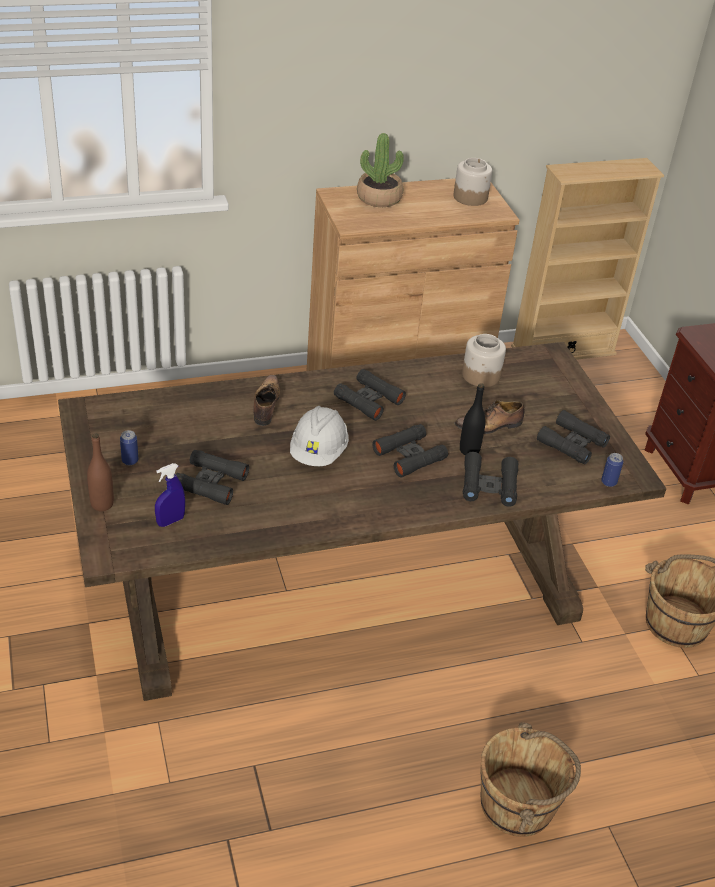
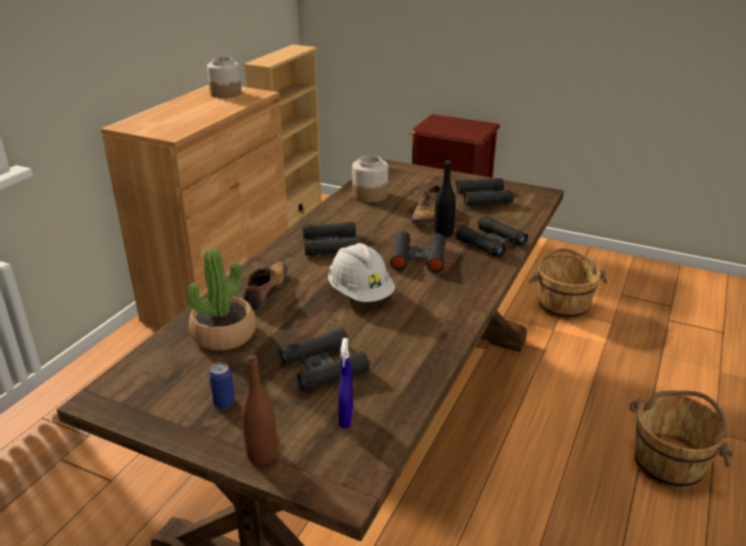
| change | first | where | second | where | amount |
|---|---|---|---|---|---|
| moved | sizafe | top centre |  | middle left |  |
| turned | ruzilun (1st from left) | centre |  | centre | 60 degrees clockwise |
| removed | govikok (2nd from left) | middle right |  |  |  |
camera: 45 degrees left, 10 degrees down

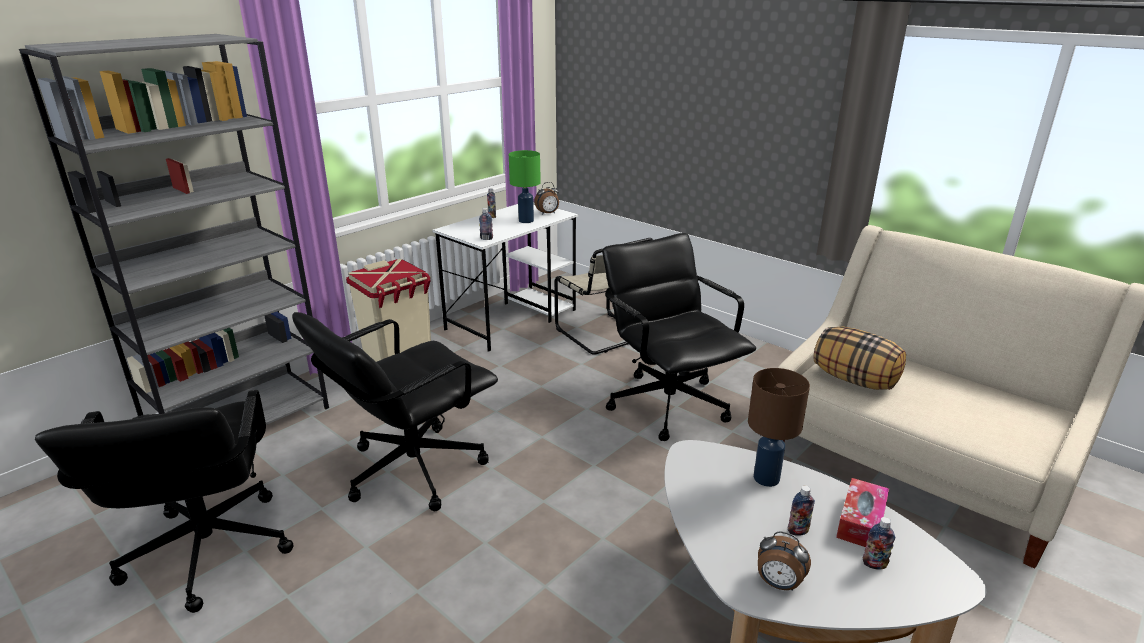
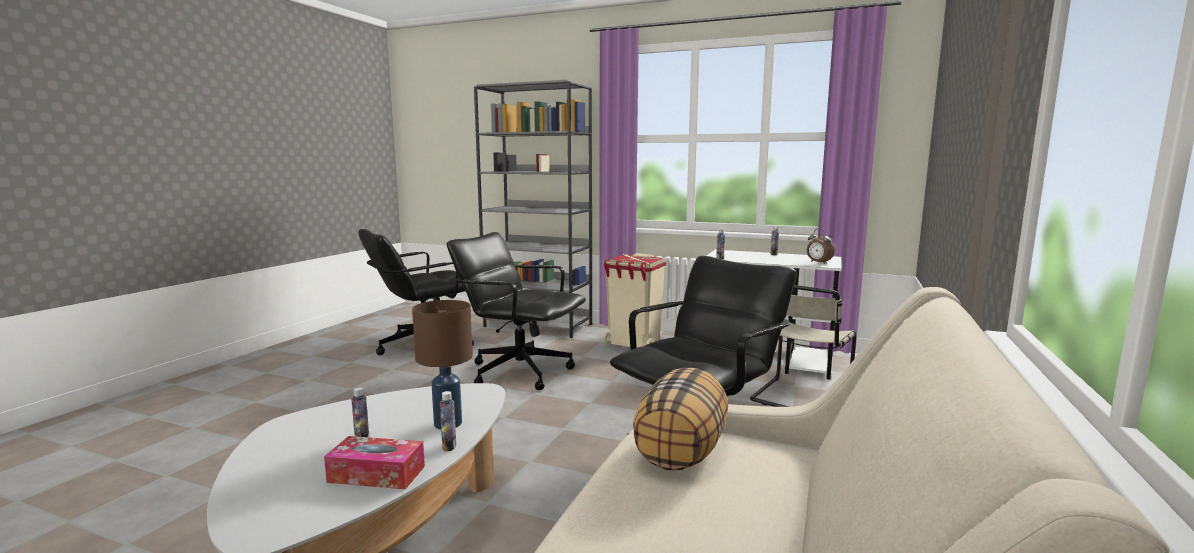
| change | first | where | second | where | amount |
|---|---|---|---|---|---|
| removed | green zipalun | top centre |  |  |  |
| moved | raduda (4th from left in the first image) | bottom right | raduda (2nd from left) | bottom centre |  |
| removed | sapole (2nd from left) | bottom right |  |  |  |
camera: 70 degrees right, 15 degrees down

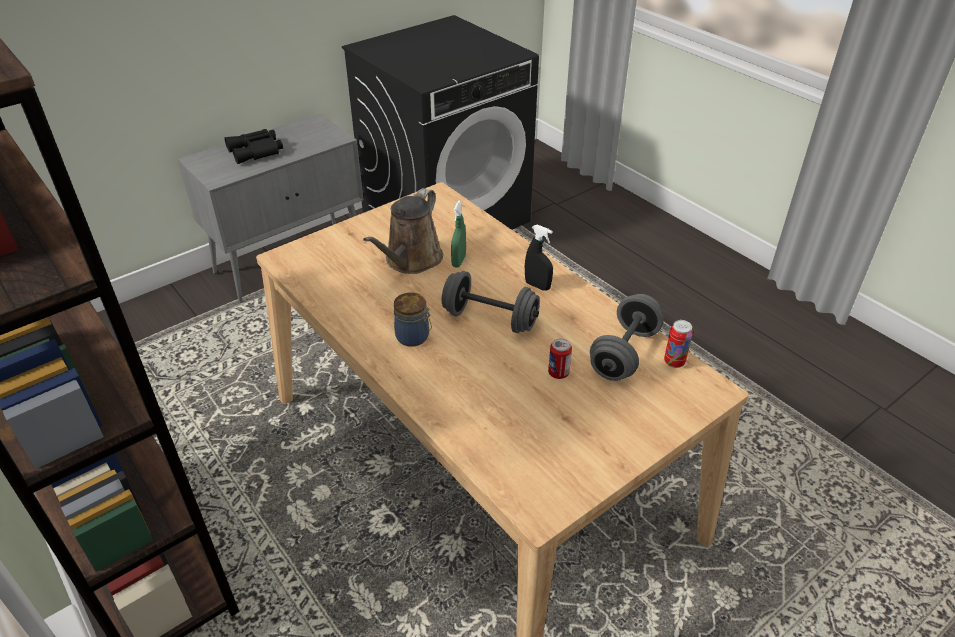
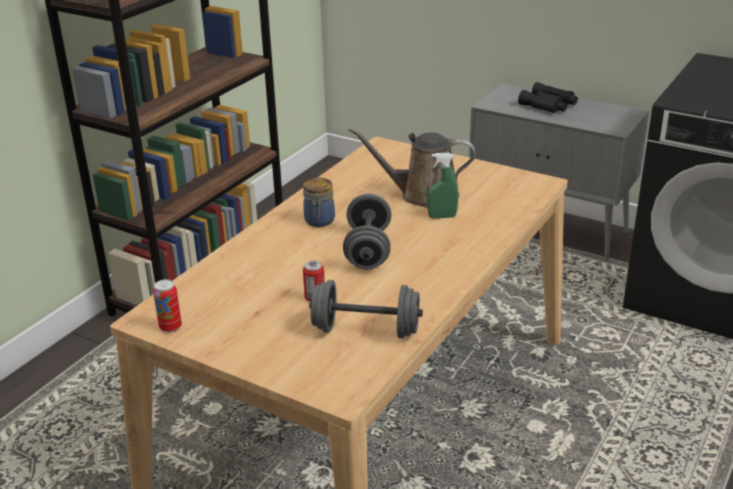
| change | first | where | second | where | amount |
|---|---|---|---|---|---|
| removed | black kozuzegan | centre |  |  |  |
| moved | govikok (2nd from left in the first image) | middle right | govikok (1st from left) | middle left |  |
camera: 70 degrees right, 10 degrees down

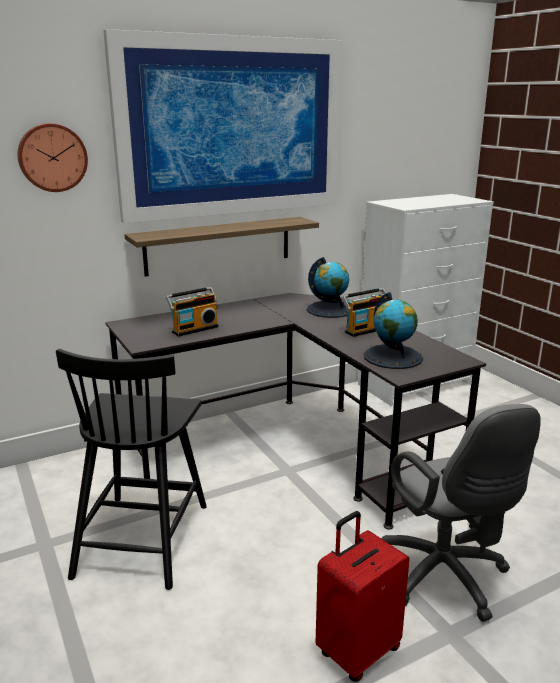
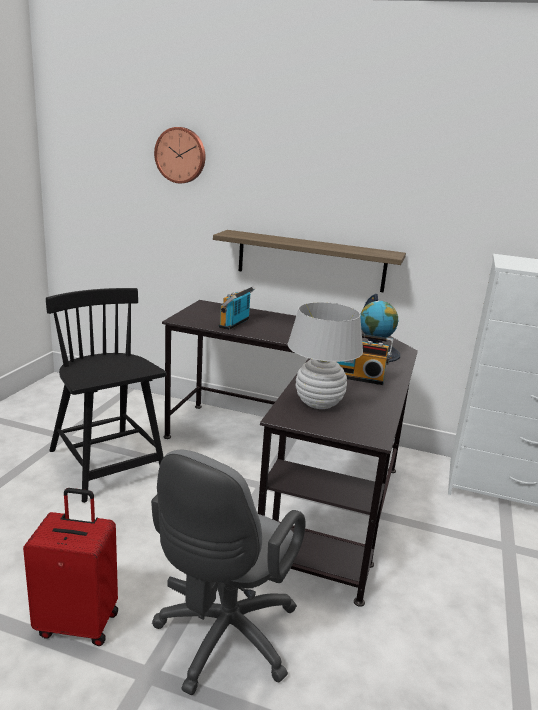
| change | first | where | second | where | amount |
|---|---|---|---|---|---|
| removed | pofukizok | top centre |  |  |  |
| turned | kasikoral (1st from left) | centre |  | centre | 105 degrees clockwise |
| replaced | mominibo (2nd from left) | middle right | white zipalun | centre |  |
| turned | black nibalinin | bottom left |  | middle left | 90 degrees clockwise |
camera: 45 degrees right, 0 degrees up

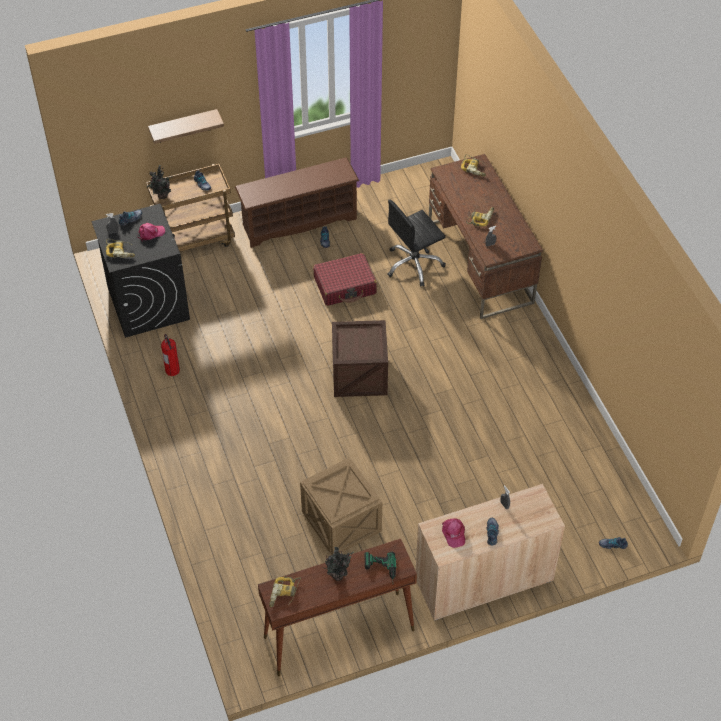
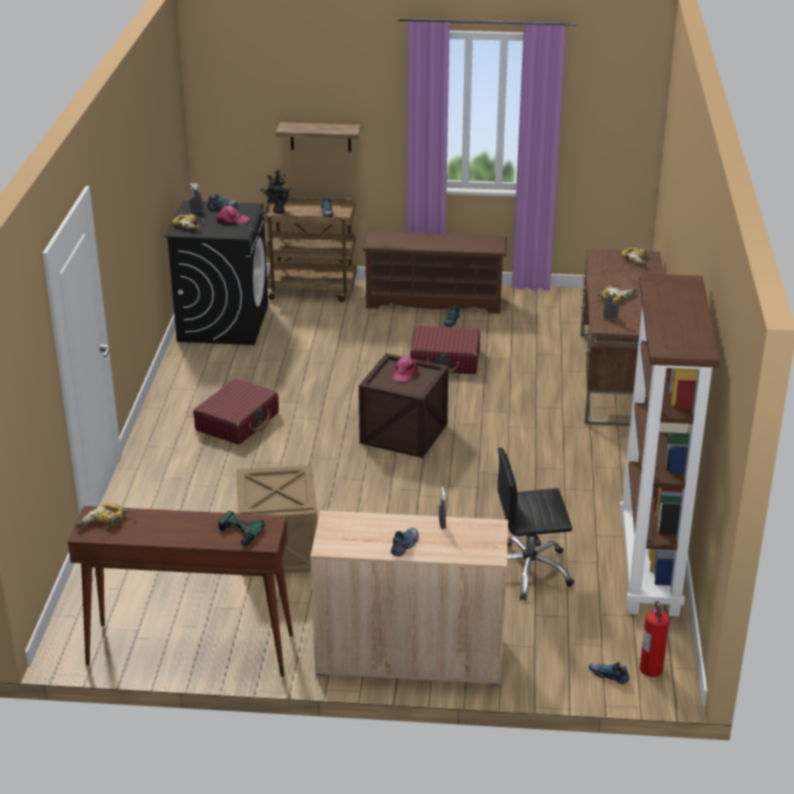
| change | first | where | second | where | amount |
|---|---|---|---|---|---|
| moved | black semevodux | centre |  | middle right |  |
| moved | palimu | middle left |  | bottom right |  |
| moved | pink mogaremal (2nd from left) | bottom centre |  | centre |  |
| removed | sizafe (2nd from left) | bottom centre |  |  |  |
| added |  |  | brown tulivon | middle right |  |
| added |  |  | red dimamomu (1st from left) | middle left |  |
camera: 25 degrees right, 20 degrees down

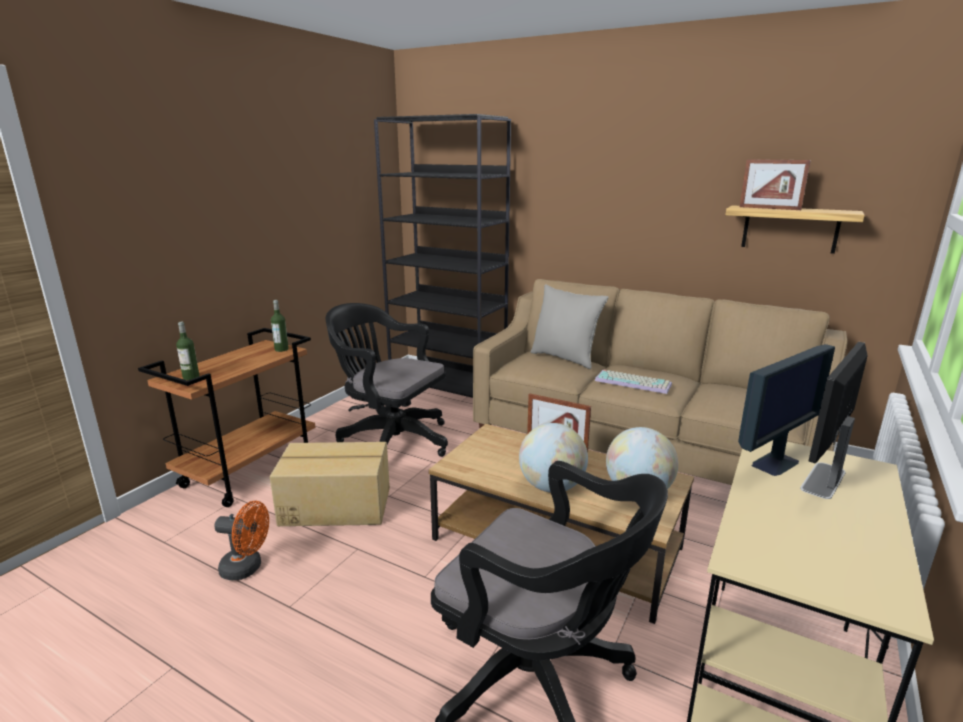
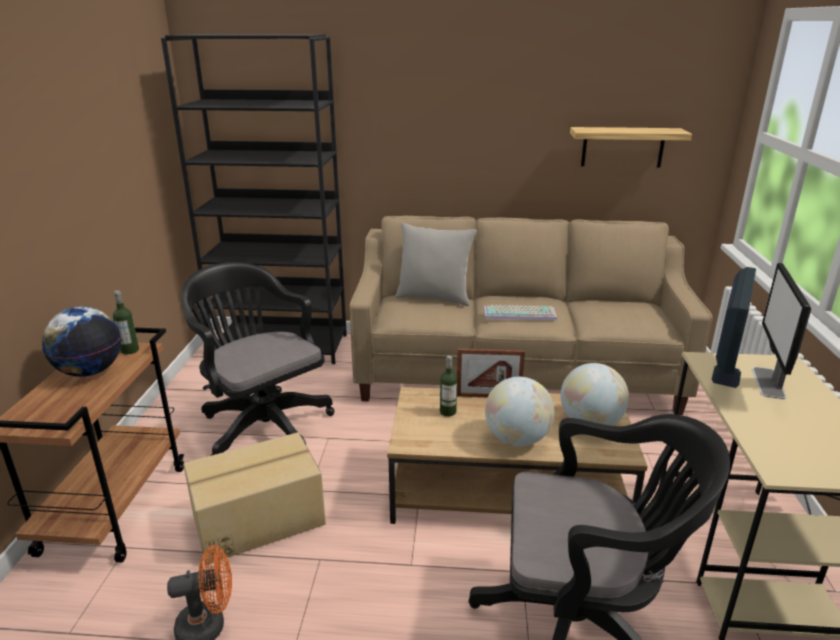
| change | first | where | second | where | amount |
|---|---|---|---|---|---|
| removed | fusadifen (2nd from left) | top right |  |  |  |
| turned | black semevodux (1st from left) | centre |  | middle left | 45 degrees clockwise |
| moved | raduda (1st from left in the first image) | middle left | raduda (2nd from left) | centre |  |
| added |  |  | mominibo (1st from left) | middle left |  |
camera: 25 degrees left, 5 degrees up

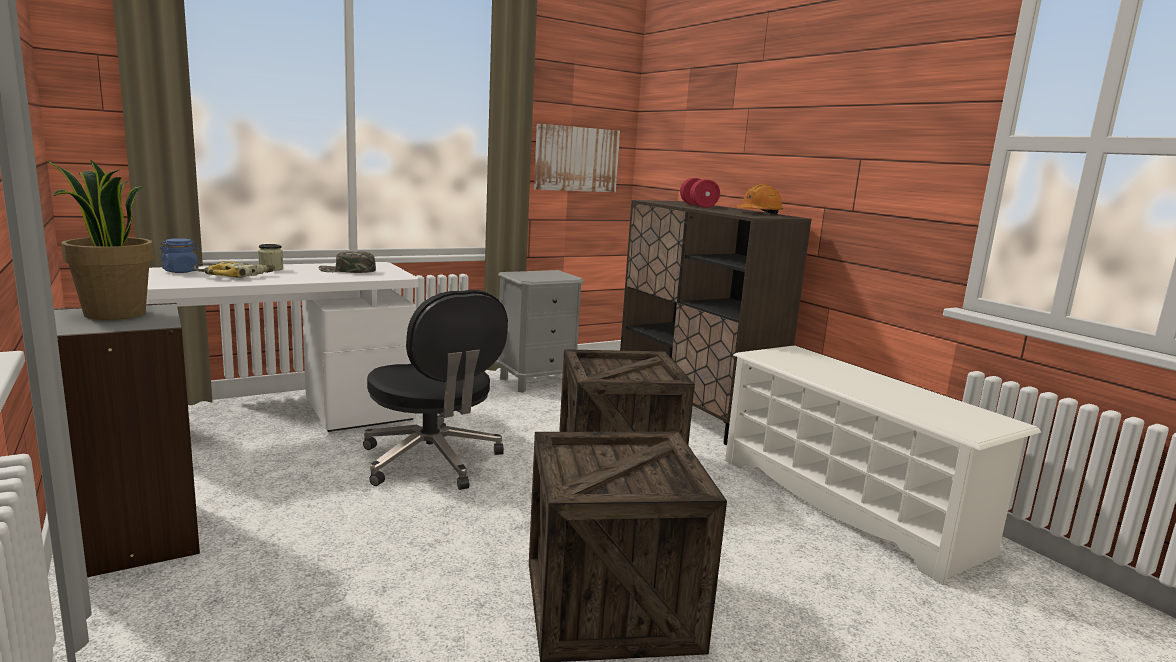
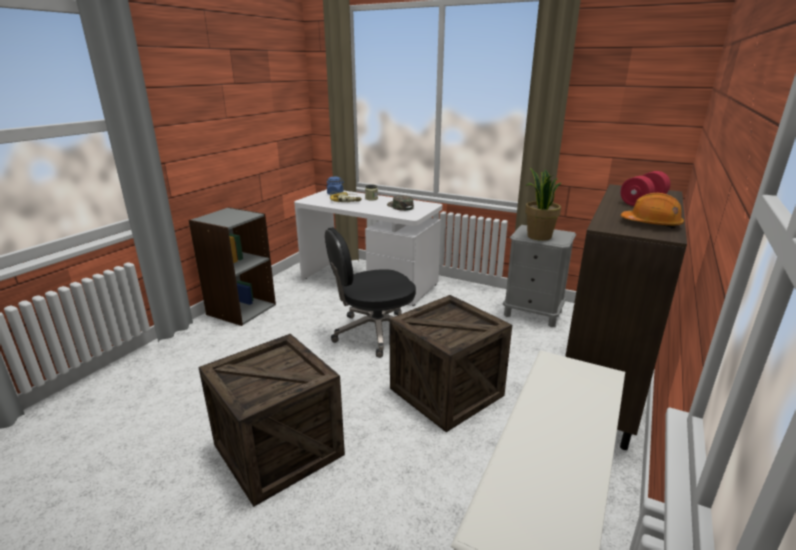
| change | first | where | second | where | amount |
|---|---|---|---|---|---|
| removed | pofukizok | top centre |  |  |  |
| moved | sizafe | middle left |  | middle right |  |
| turned | black semevodux | centre |  | centre | 45 degrees clockwise |
camera: 60 degrees right, 10 degrees up

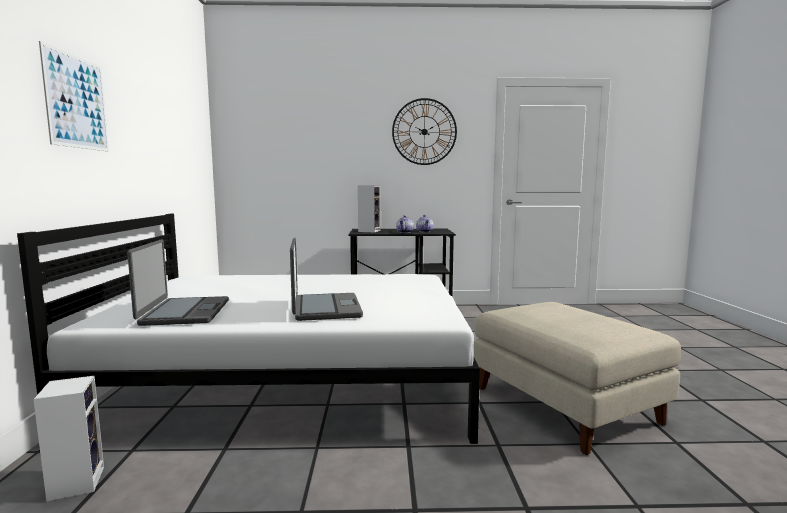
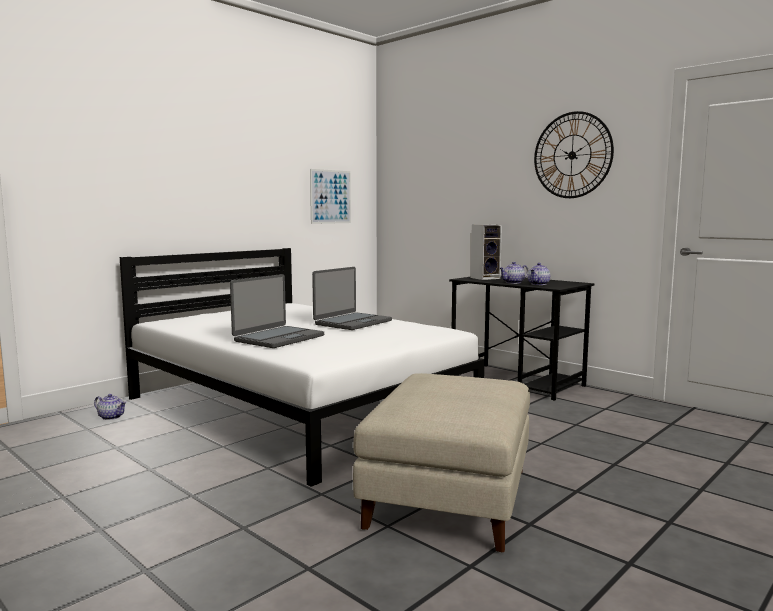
| change | first | where | second | where | amount |
|---|---|---|---|---|---|
| moved | pofukizok | top left |  | top centre |  |
| moved | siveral (1st from left in the first image) | middle left | siveral (2nd from left) | centre |  |
| replaced | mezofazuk (1st from left) | bottom left | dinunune (1st from left) | middle left |  |
camera: 45 degrees right, 0 degrees up

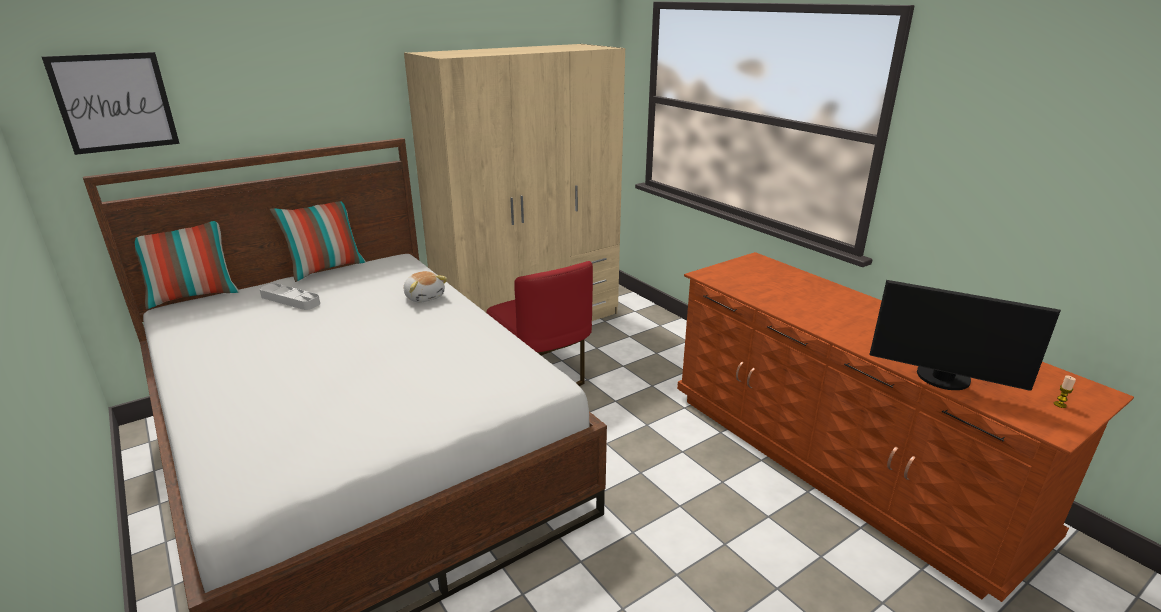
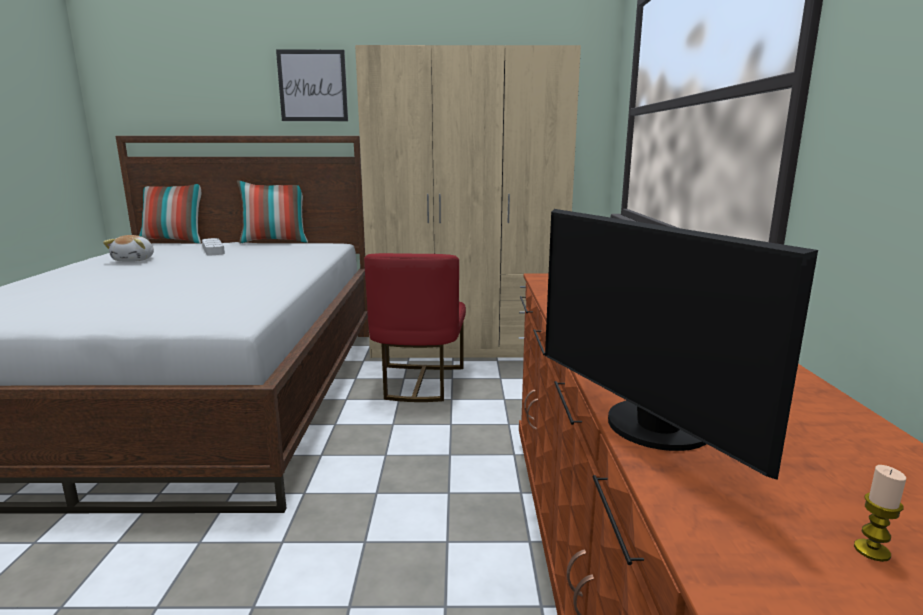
| change | first | where | second | where | amount |
|---|---|---|---|---|---|
| moved | pofukizok | top left |  | top centre |  |
| moved | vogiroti | centre |  | middle left |  |
camera: 35 degrees right, 10 degrees down

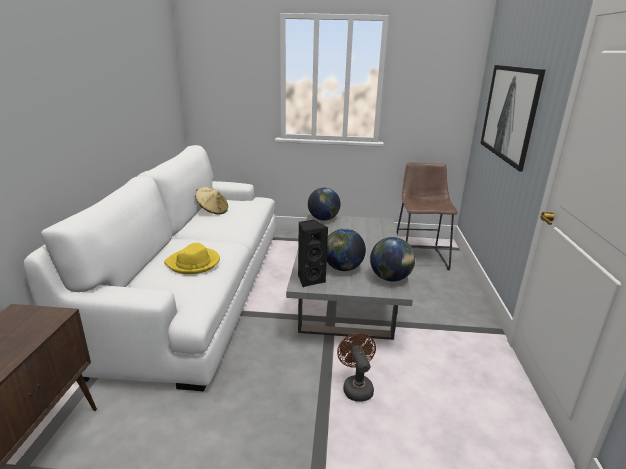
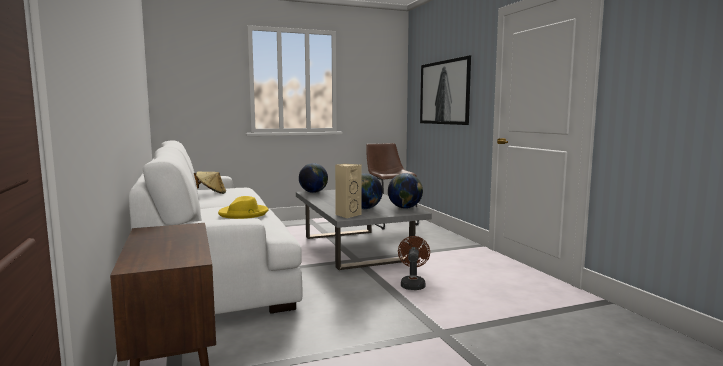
| change | first | where | second | where | amount |
|---|---|---|---|---|---|
| recoloured | black mezofazuk | centre | beige mezofazuk | centre |  |
| turned | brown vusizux | bottom centre |  | bottom centre | 45 degrees clockwise |
camera: 25 degrees left, 15 degrees down

